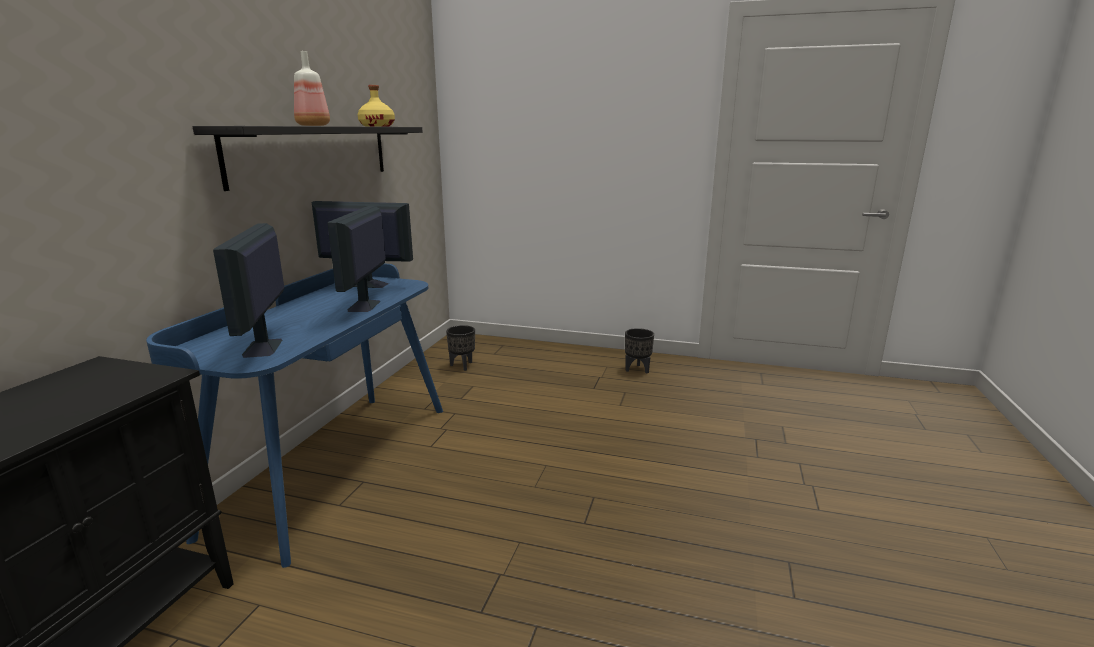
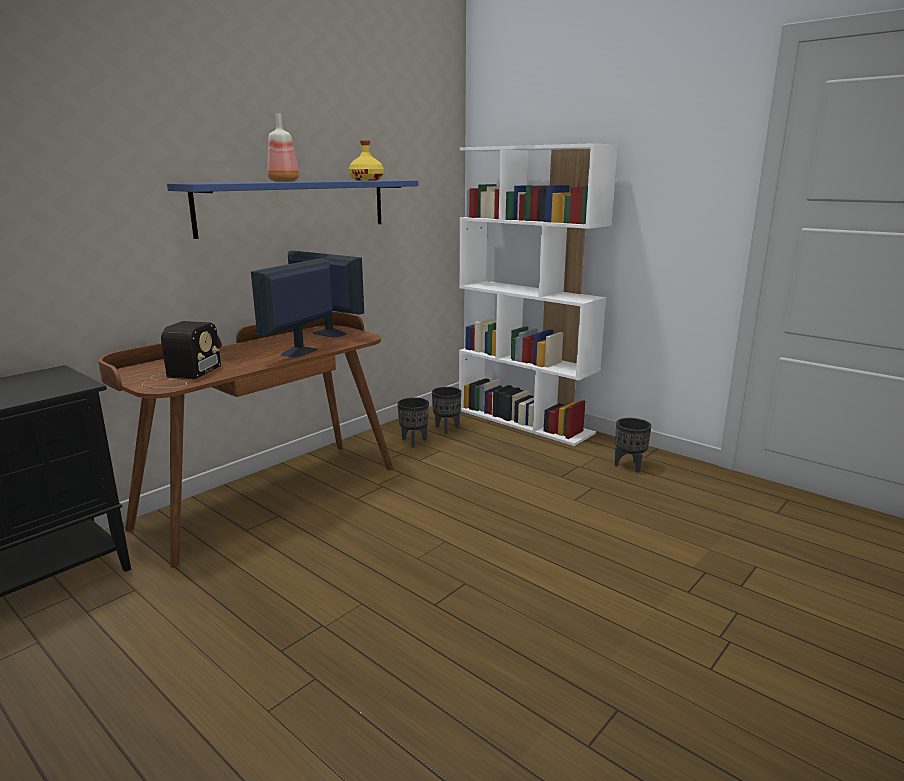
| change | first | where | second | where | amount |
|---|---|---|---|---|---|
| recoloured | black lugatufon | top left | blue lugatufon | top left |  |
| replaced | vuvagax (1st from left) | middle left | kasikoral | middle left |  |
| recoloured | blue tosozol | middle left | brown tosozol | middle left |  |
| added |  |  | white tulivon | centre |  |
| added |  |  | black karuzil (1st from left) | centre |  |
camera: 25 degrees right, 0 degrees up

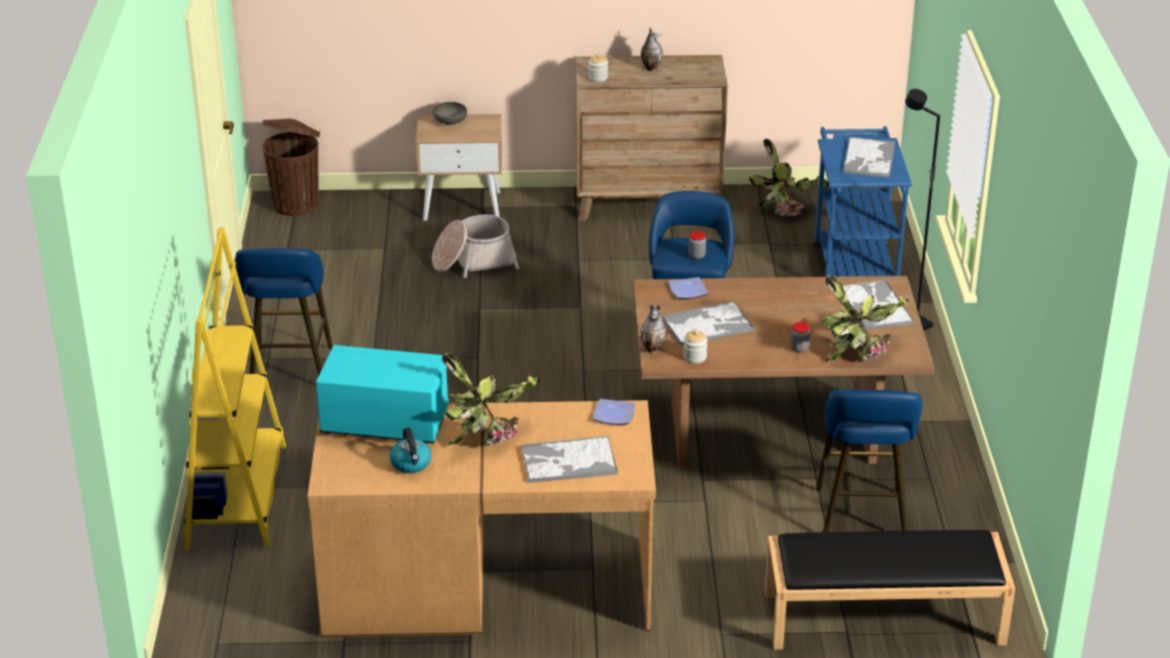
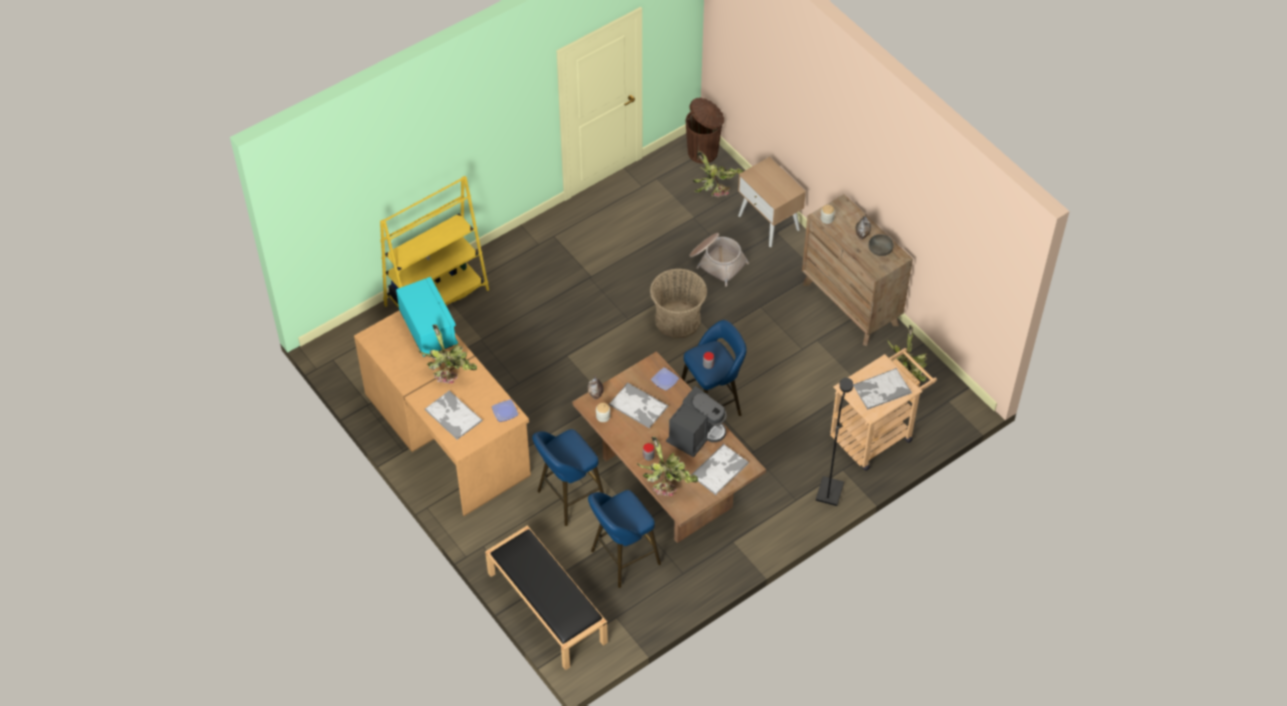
| change | first | where | second | where | amount |
|---|---|---|---|---|---|
| moved | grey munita | top centre |  | middle right |  |
| recoloured | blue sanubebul | top right | beige sanubebul | middle right |  |
| moved | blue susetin (1st from left) | middle left |  | bottom centre |  |
| removed | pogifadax | bottom centre |  |  |  |
| added |  |  | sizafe (3rd from left) | top centre |  |
| added |  |  | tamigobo (1st from left) | centre |  |
| added |  |  | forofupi | centre |  |
camera: 55 degrees right, 20 degrees up

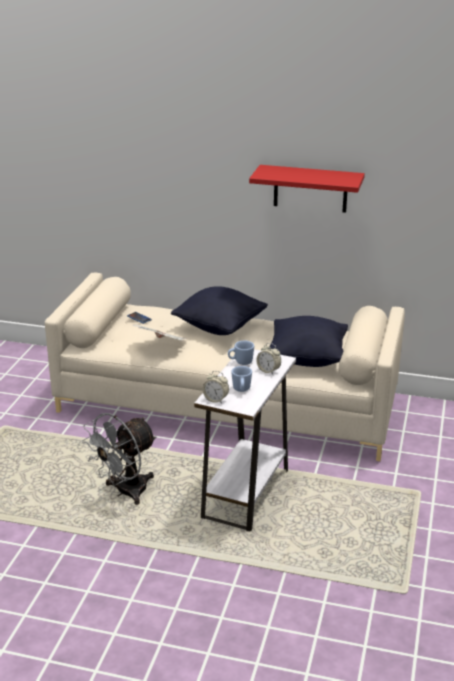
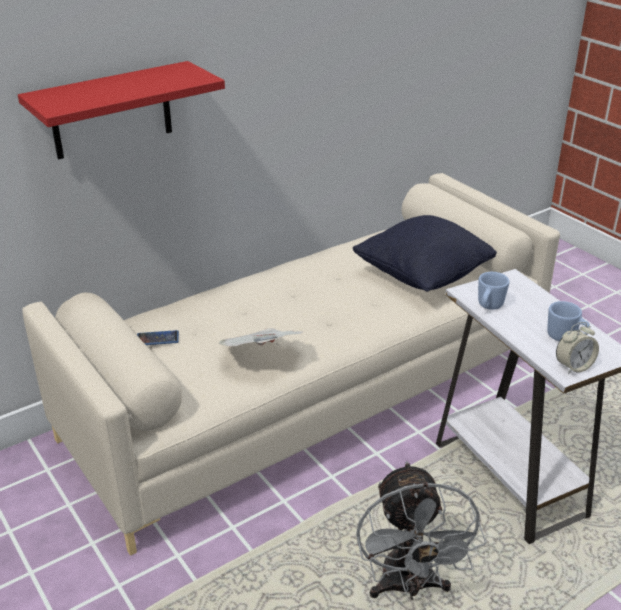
| change | first | where | second | where | amount |
|---|---|---|---|---|---|
| moved | red lugatufon | top right |  | top left |  |
| removed | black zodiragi (1st from left) | centre |  |  |  |
| removed | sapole (2nd from left) | centre |  |  |  |
camera: 50 degrees left, 5 degrees up

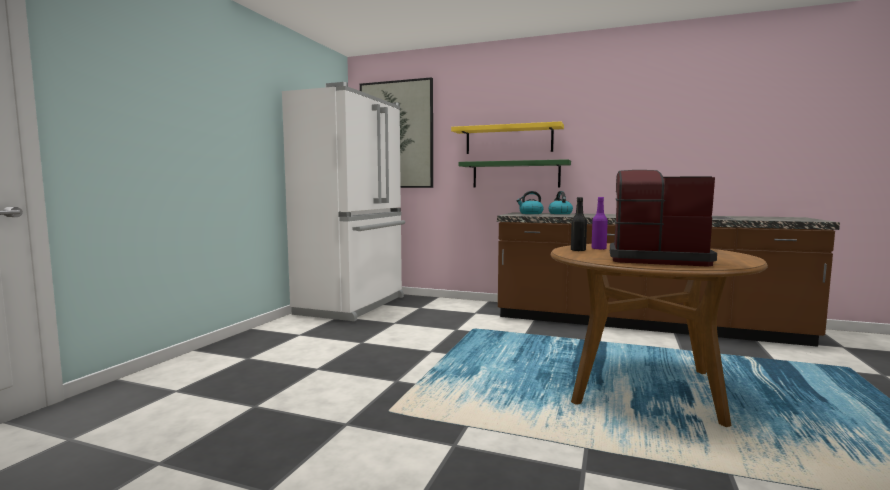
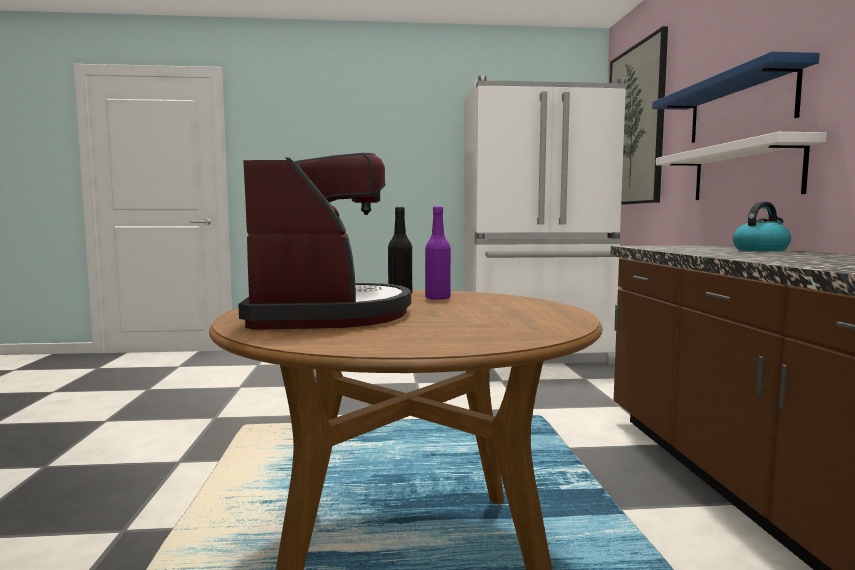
| change | first | where | second | where | amount |
|---|---|---|---|---|---|
| recoloured | yellow lugatufon | top centre | blue lugatufon | top right |  |
| recoloured | green lugatufon | centre | white lugatufon | top right |  |
| removed | pogifadax (1st from left) | centre |  |  |  |
camera: 65 degrees right, 0 degrees up

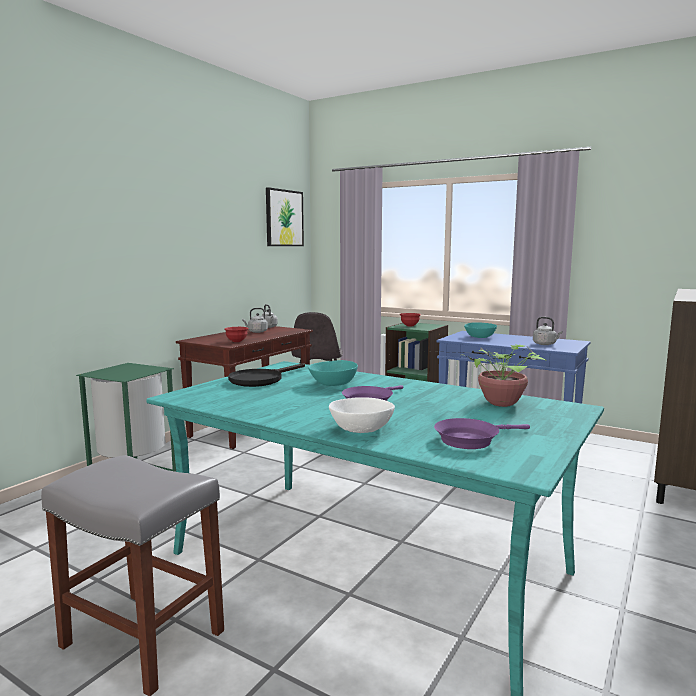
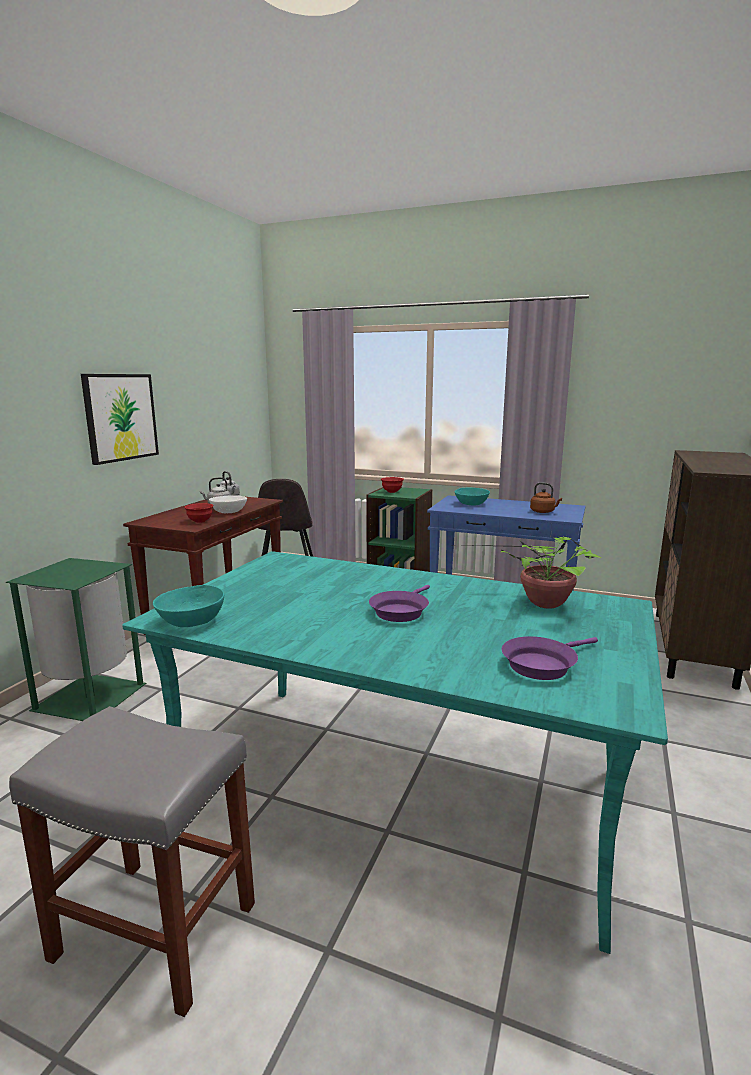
| change | first | where | second | where | amount |
|---|---|---|---|---|---|
| moved | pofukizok | top centre |  | middle left |  |
| recoloured | grey pogifadax (3rd from left) | middle right | brown pogifadax | middle right |  |
| moved | turquoise munita (1st from left) | centre |  | middle left |  |
| removed | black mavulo | centre |  |  |  |
| moved | white munita | centre |  | middle left |  |
camera: 10 degrees left, 5 degrees up

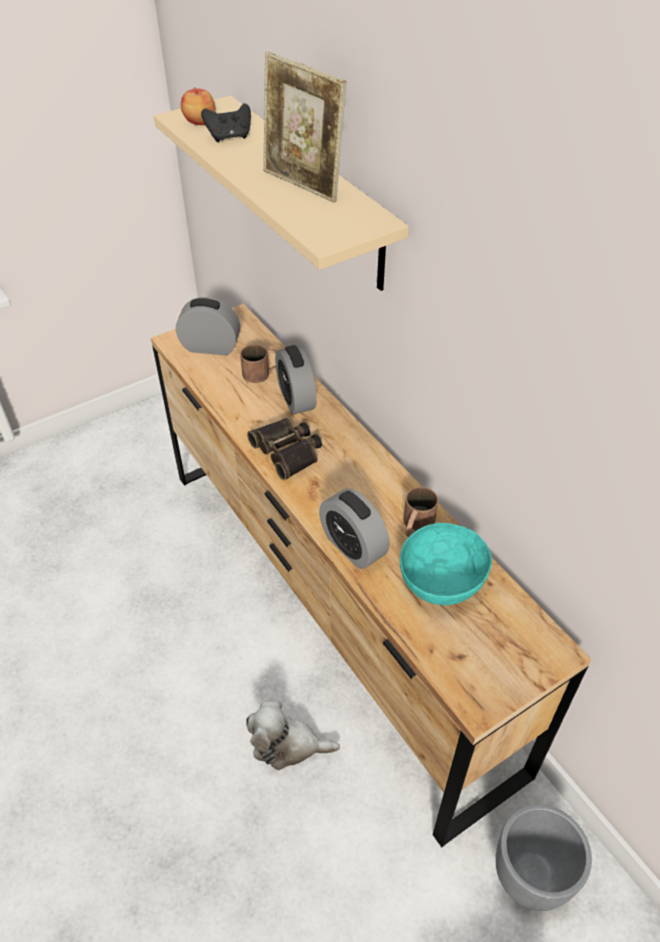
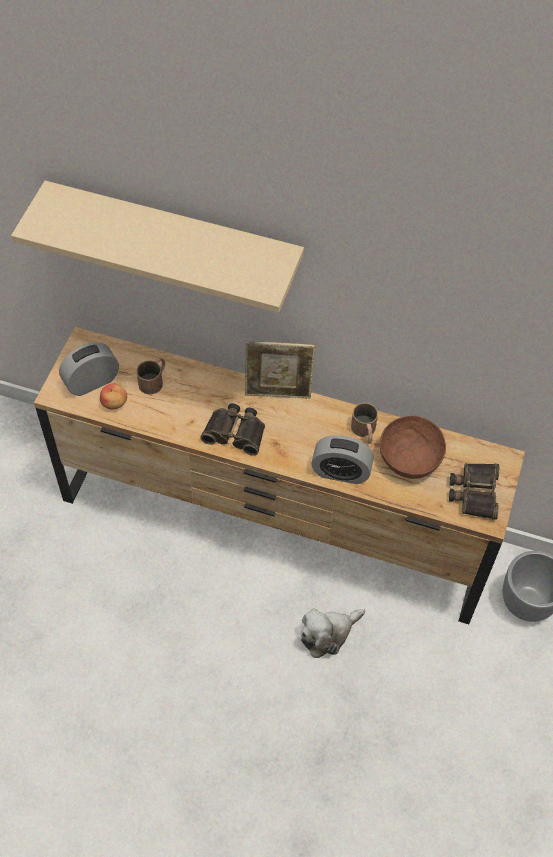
| change | first | where | second | where | amount |
|---|---|---|---|---|---|
| moved | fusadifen | top centre |  | centre |  |
| moved | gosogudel | top left |  | middle left |  |
| removed | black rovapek | top centre |  |  |  |
| removed | sapole (2nd from left) | centre |  |  |  |
| recoloured | turquoise munita | middle right | brown munita | middle right |  |
| added |  |  | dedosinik (2nd from left) | middle right |  |
camera: 40 degrees left, 10 degrees up

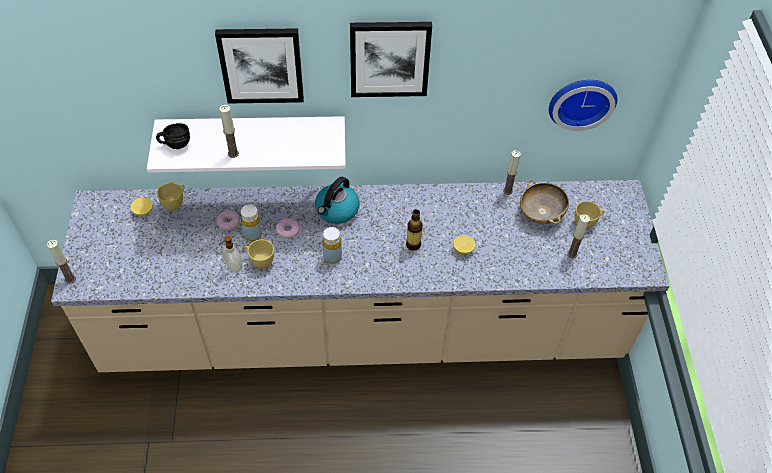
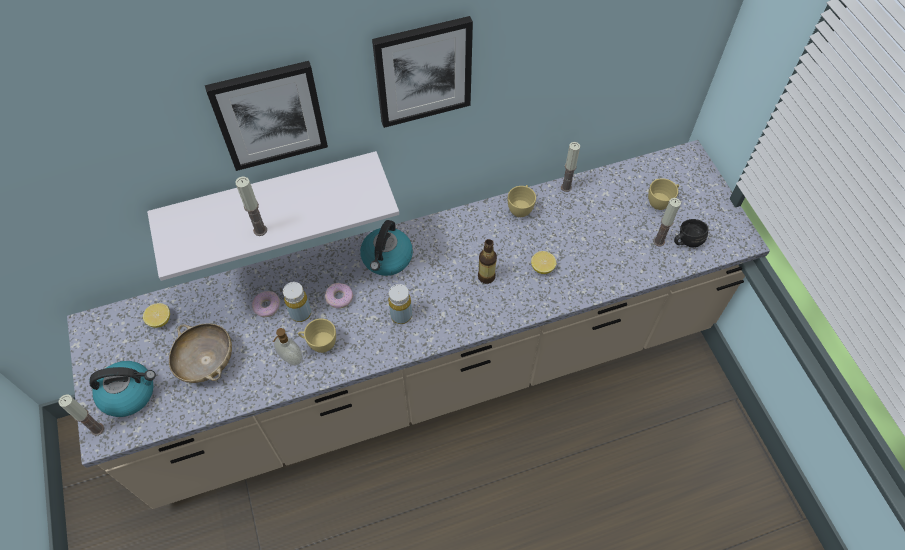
| change | first | where | second | where | amount |
|---|---|---|---|---|---|
| removed | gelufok | top right |  |  |  |
| moved | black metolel | top left |  | middle right |  |
| moved | beige munita | middle right |  | middle left |  |
| moved | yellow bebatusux (1st from left in the first image) | middle left | yellow bebatusux (2nd from left) | centre |  |
| added |  |  | pogifadax (1st from left) | bottom left |  |
camera: 15 degrees left, 5 degrees up

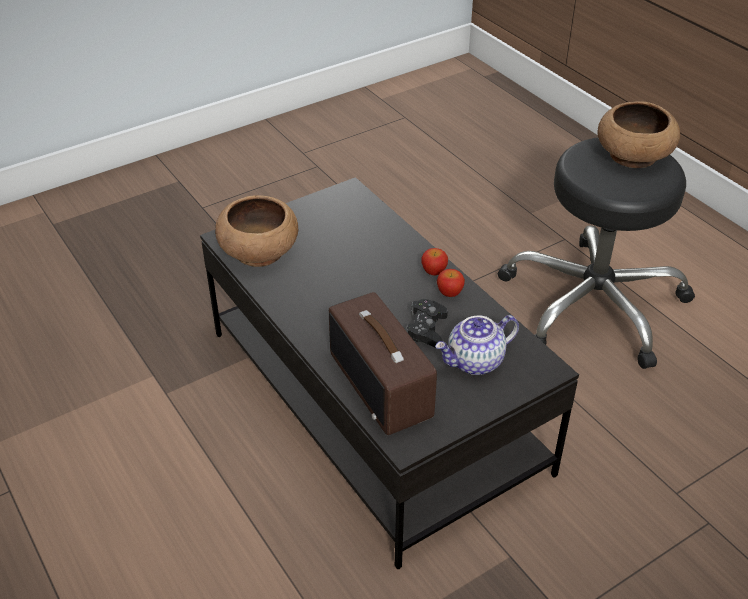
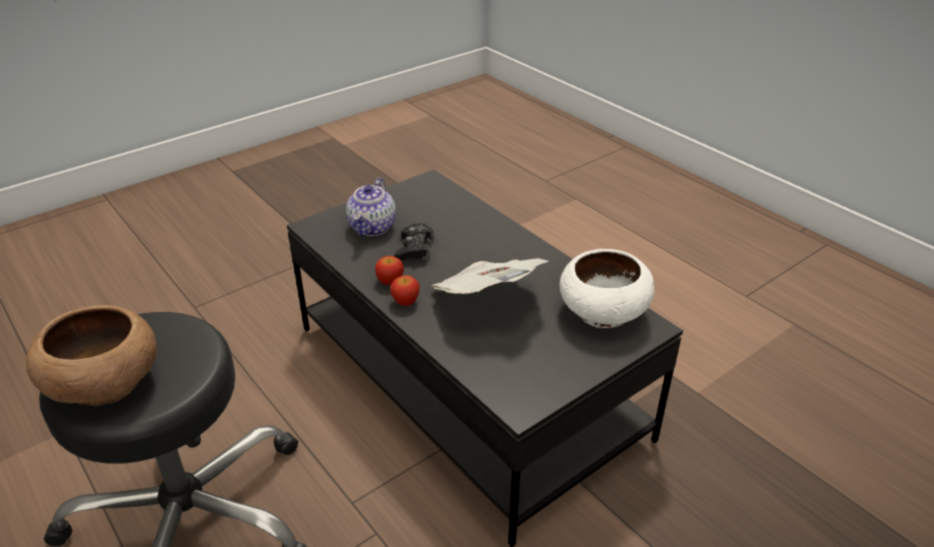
| change | first | where | second | where | amount |
|---|---|---|---|---|---|
| recoloured | brown munita (1st from left) | centre | white munita | centre |  |
| removed | kasikoral | centre |  |  |  |
| turned | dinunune | centre |  | centre | 135 degrees clockwise |
| added |  |  | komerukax | centre |  |
camera: 175 degrees right, 5 degrees down

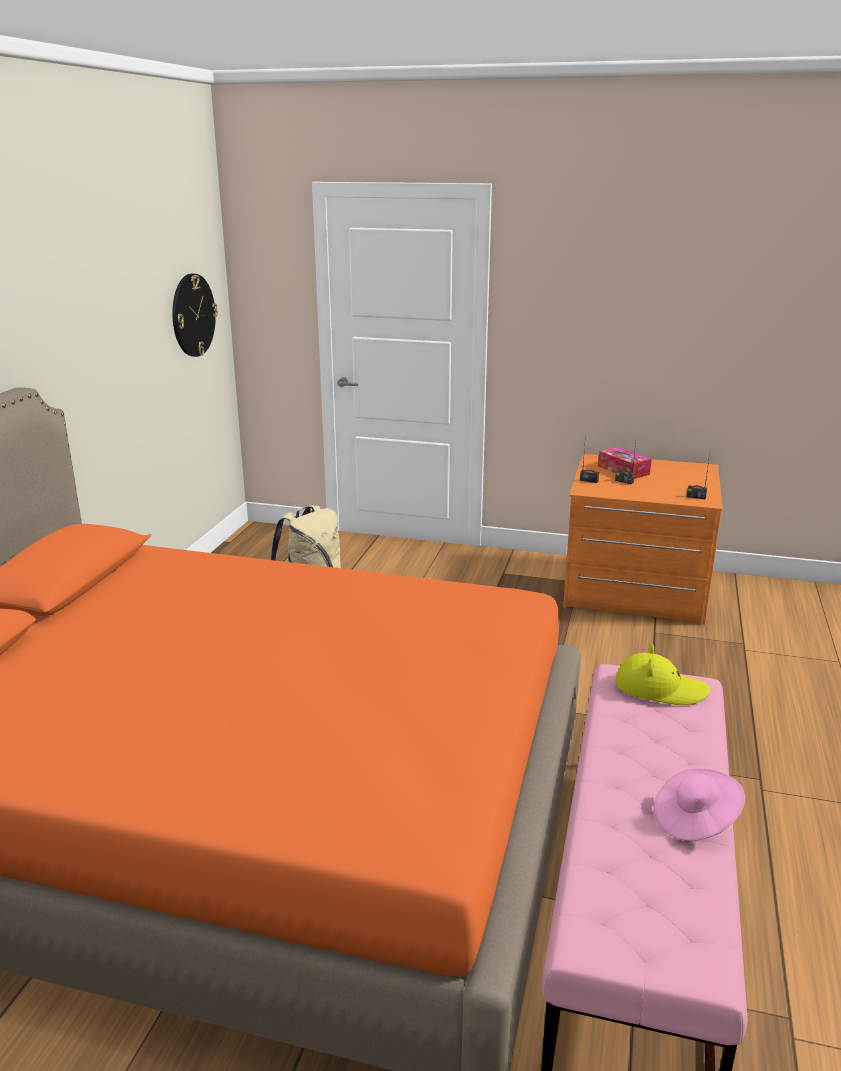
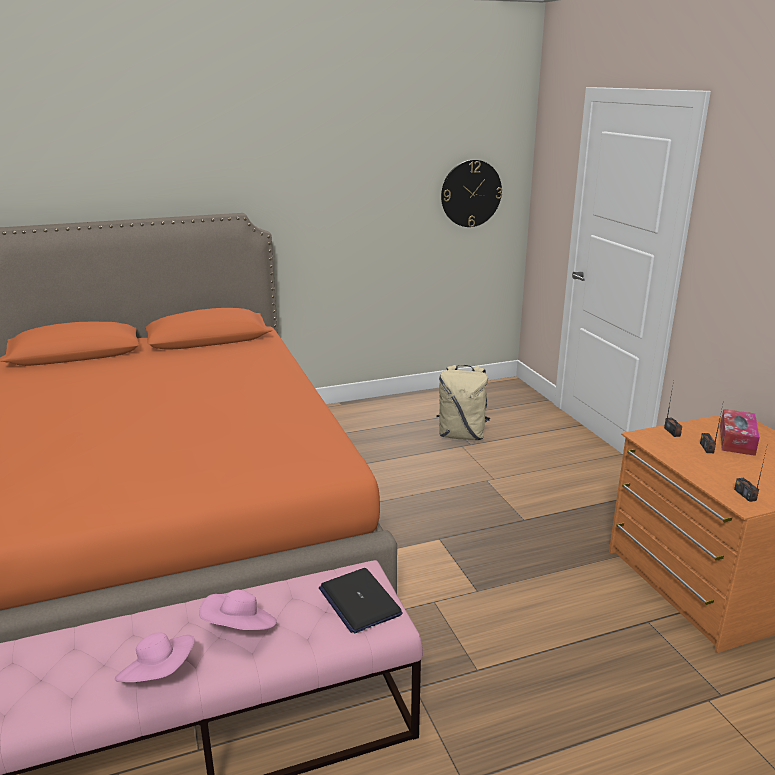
| change | first | where | second | where | amount |
|---|---|---|---|---|---|
| replaced | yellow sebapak | middle right | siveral | bottom centre |  |
| added |  |  | pink sebapak (2nd from left) | bottom left |  |
camera: 55 degrees right, 0 degrees up

